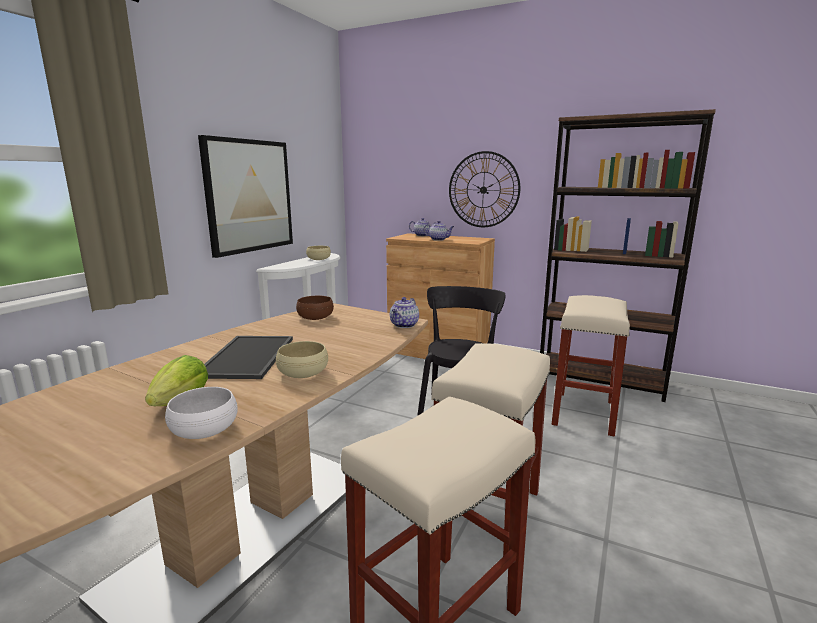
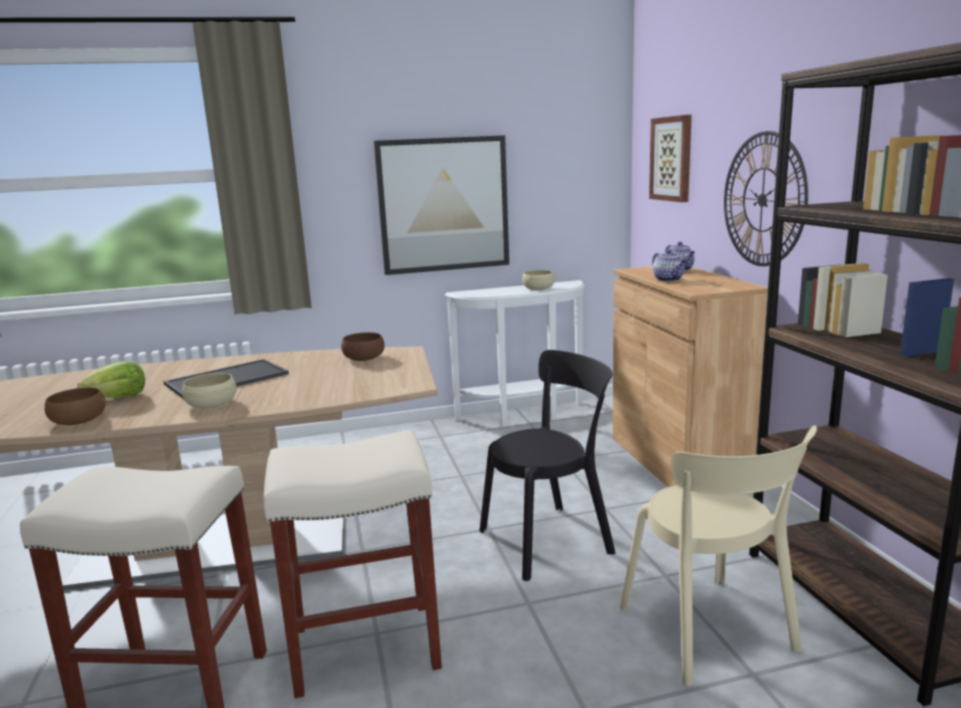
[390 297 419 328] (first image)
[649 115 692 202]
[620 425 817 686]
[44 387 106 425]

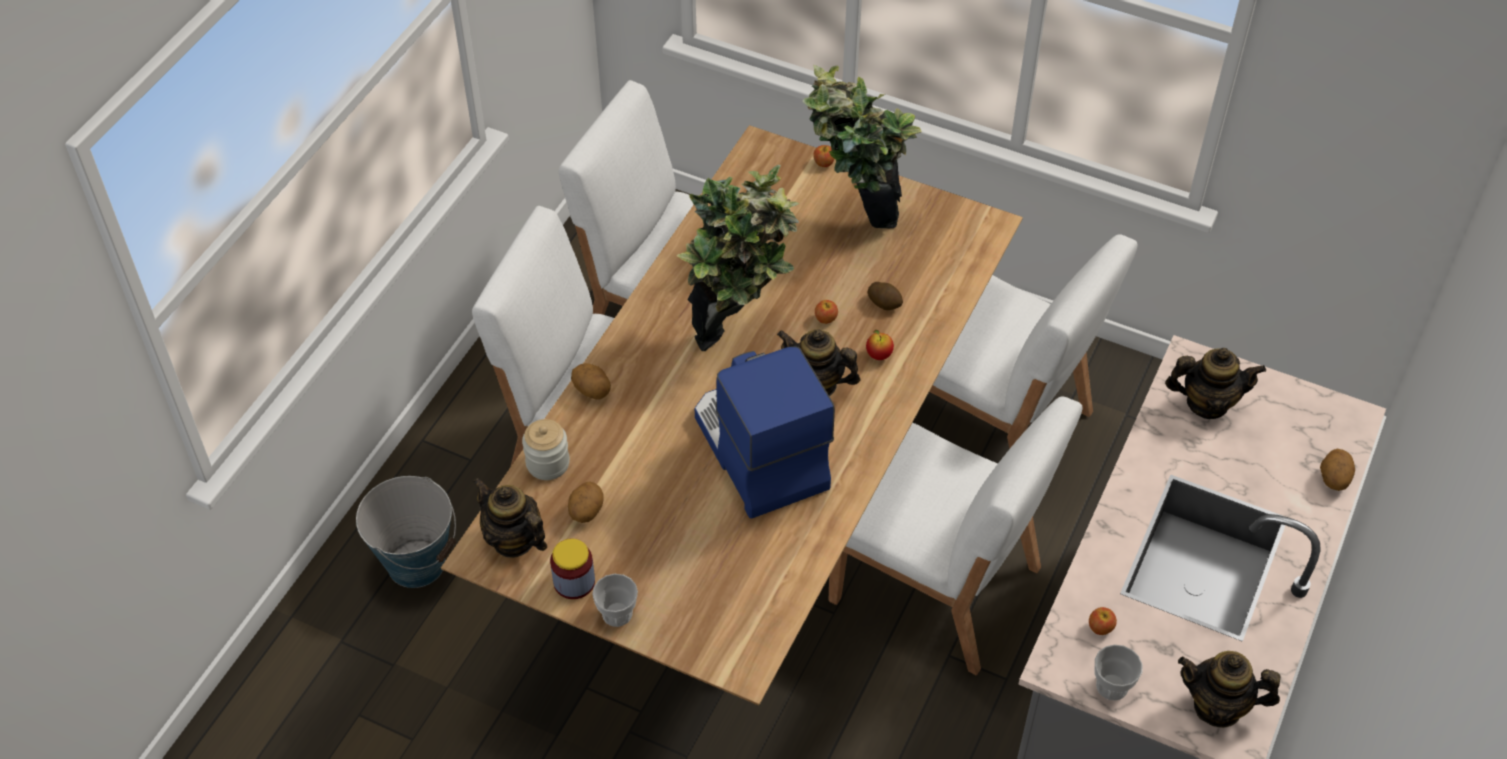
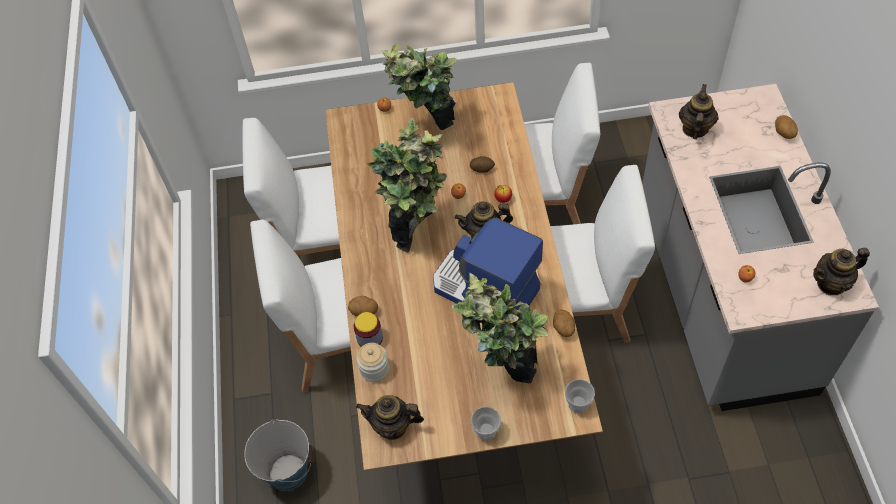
[452 273 548 383]
[354 312 383 347]
[553 310 575 337]
[565 379 595 413]
[679 84 719 139]

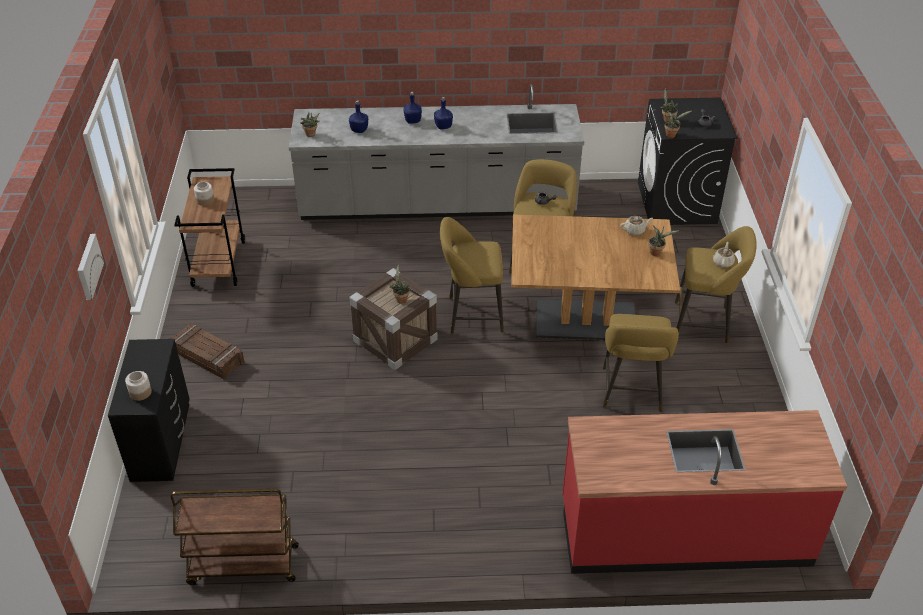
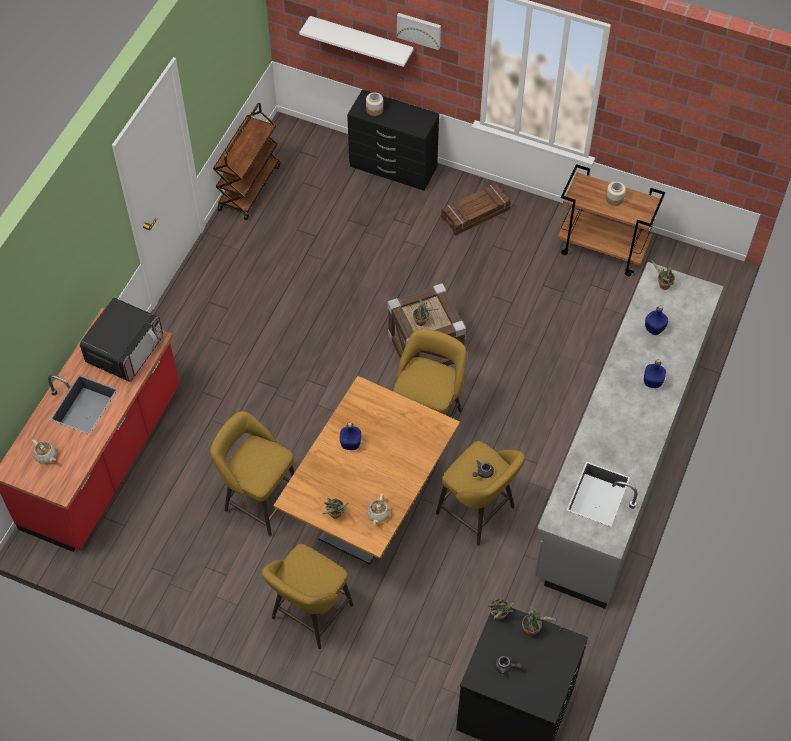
[80 298 163 382]
[299 16 414 67]
[340 422 361 450]
[32 439 56 464]

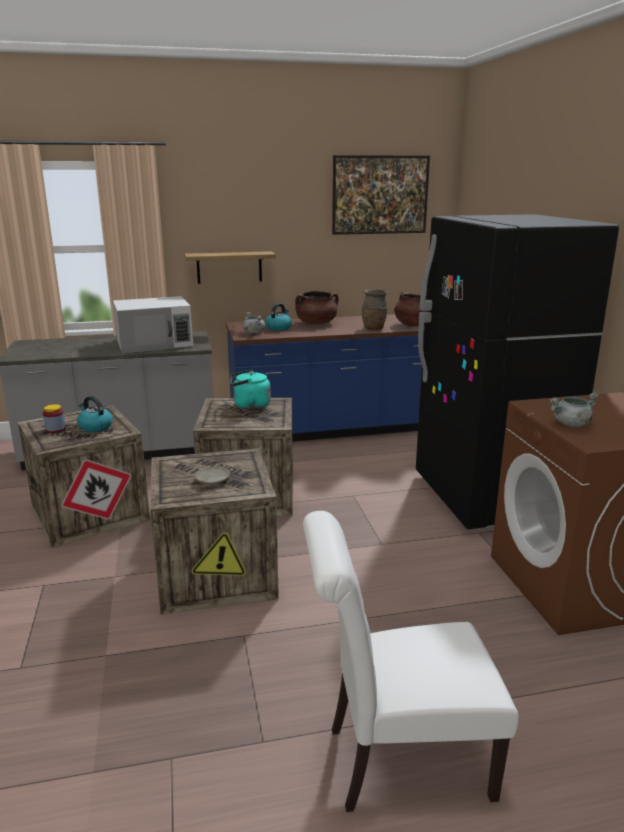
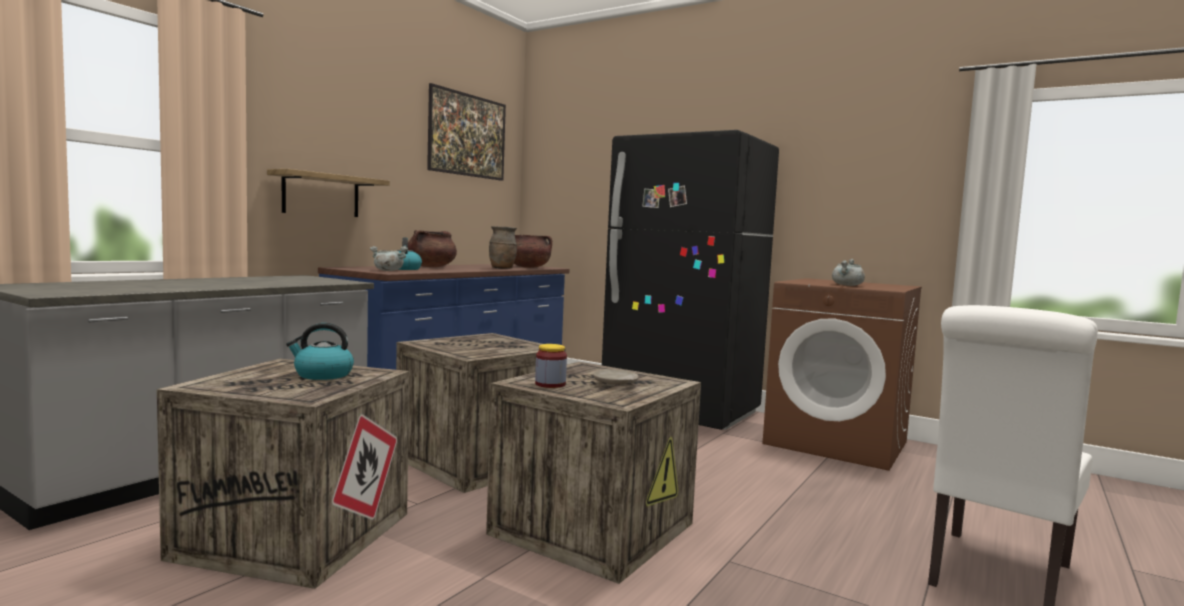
[113 296 193 353] (first image)
[230 369 271 410] (first image)
[535 344 567 388]

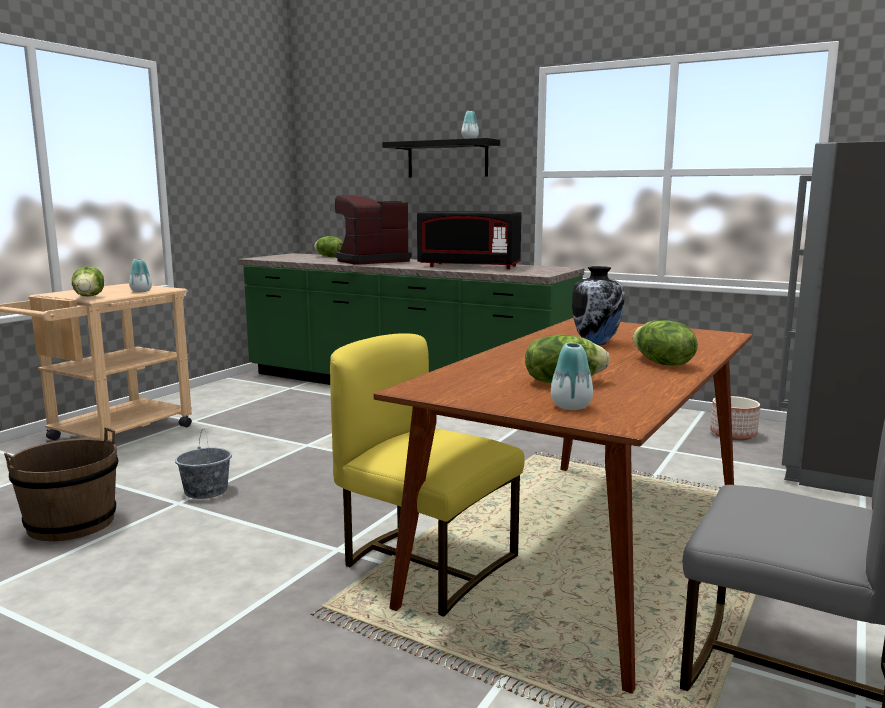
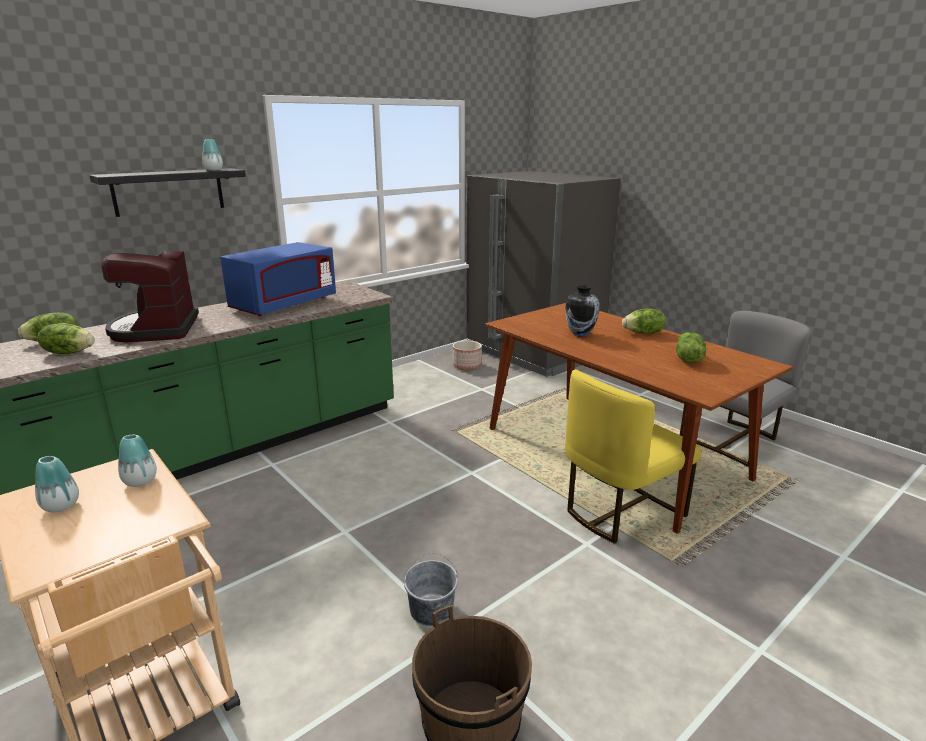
[37 323 95 354]
[35 456 79 512]
[220 242 336 316]

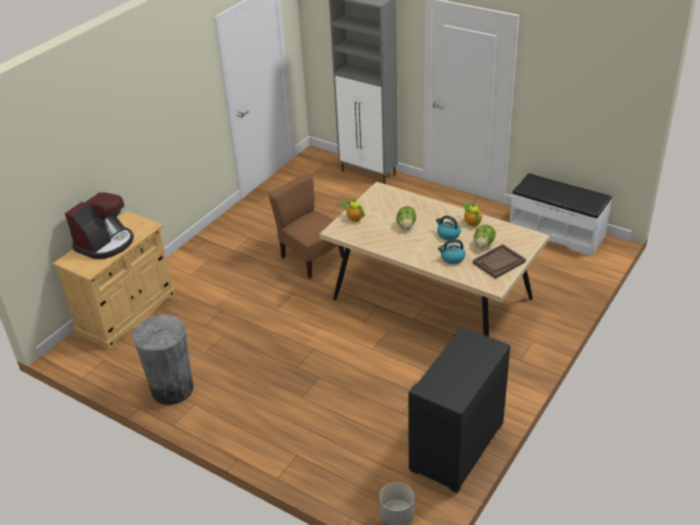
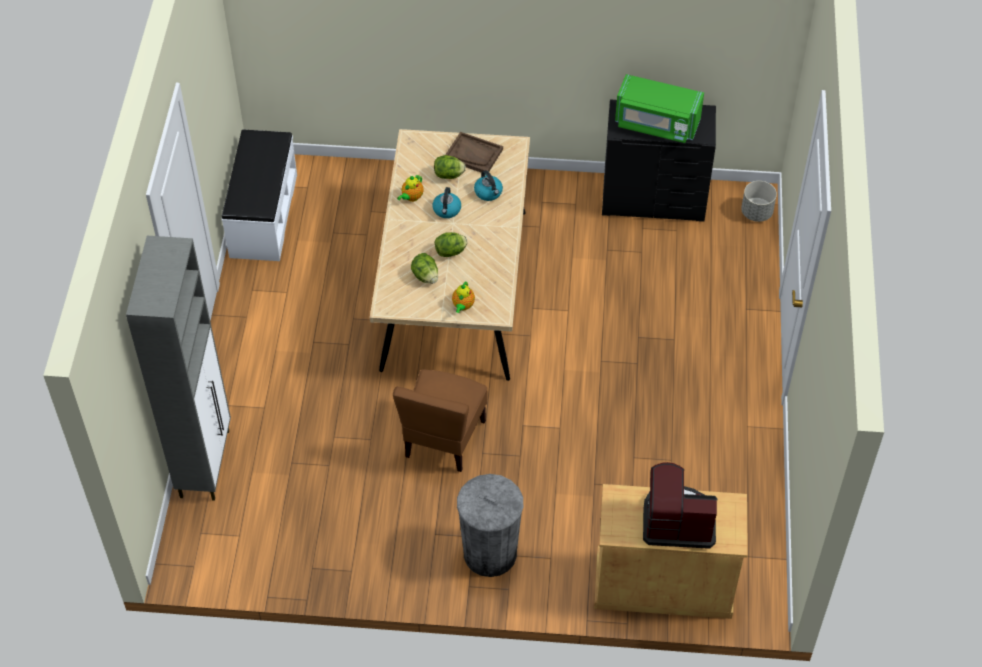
[411 253 438 284]
[615 74 704 143]
[457 474 523 577]

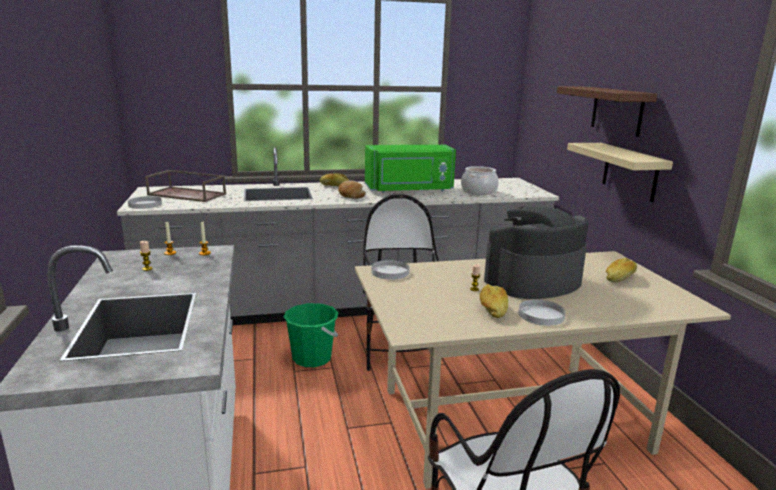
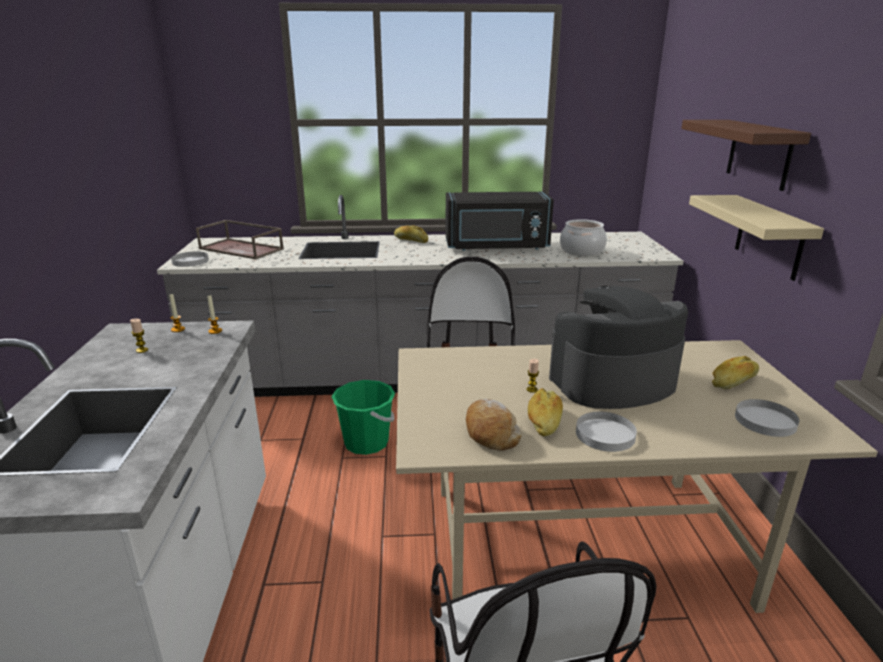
[466 399 522 451]
[735 399 799 437]
[446 192 554 251]

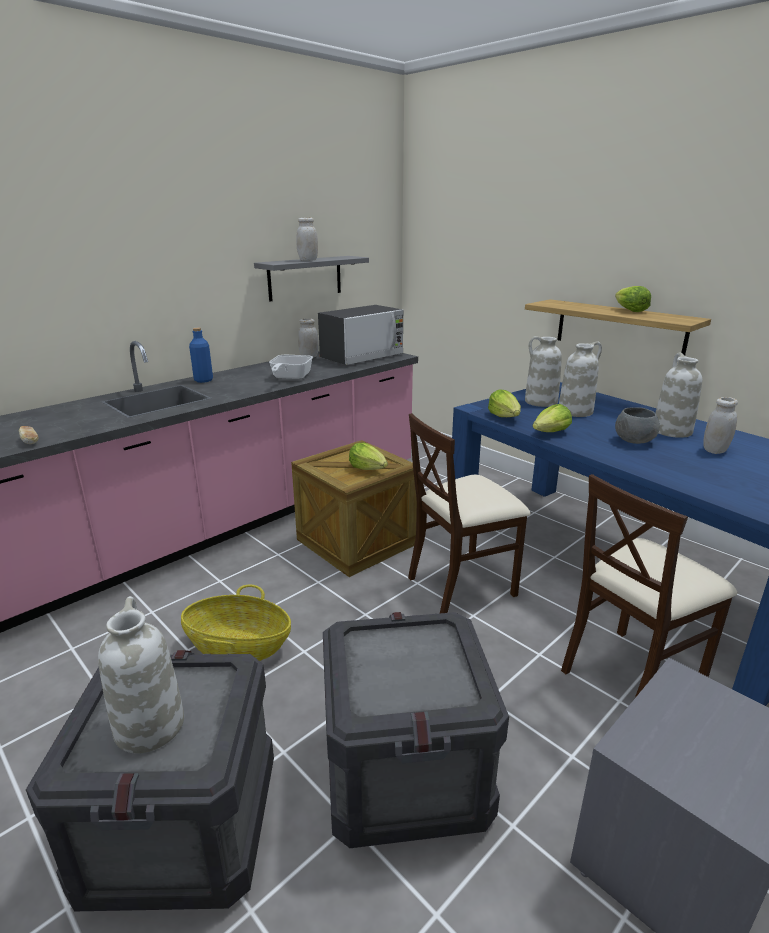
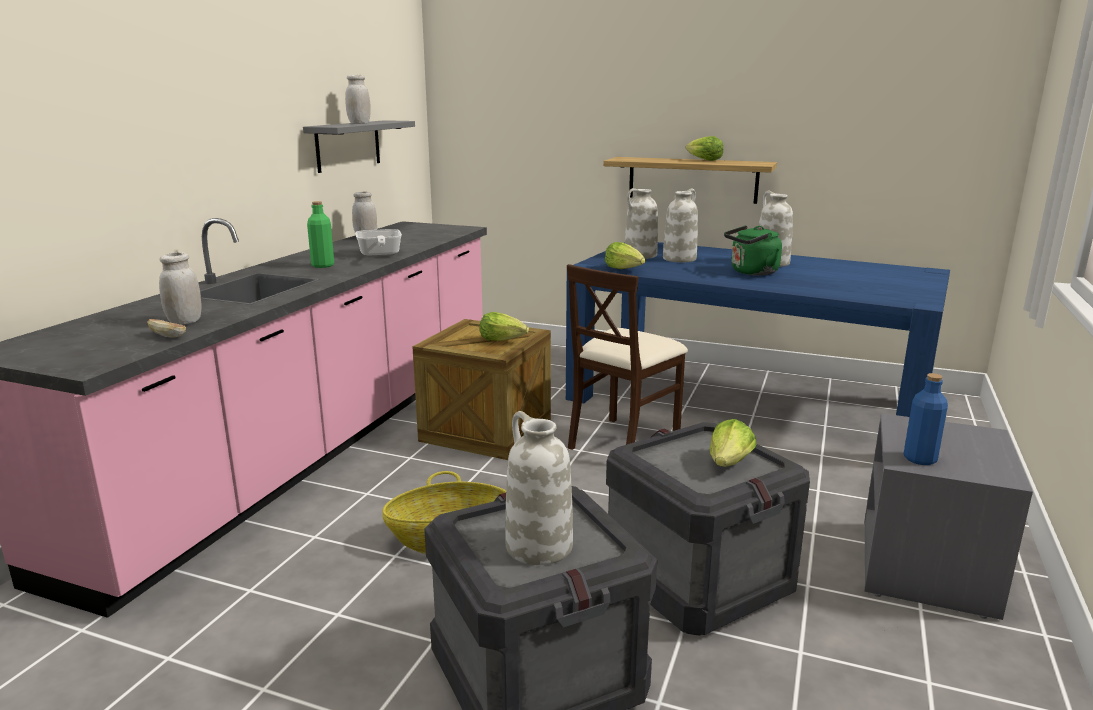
[318 305 403 365] (first image)
[561 474 737 698] (first image)
[307 201 334 268]
[903 373 948 465]
[710 419 757 467]
[159 252 202 325]
[724 225 782 276]

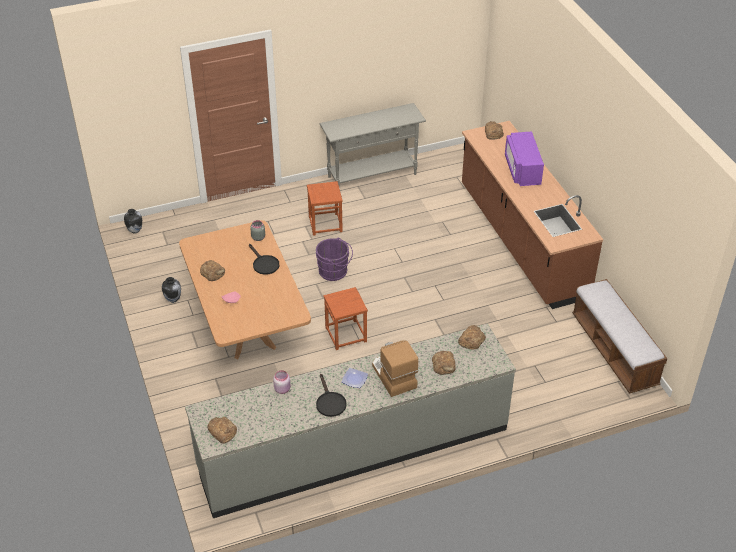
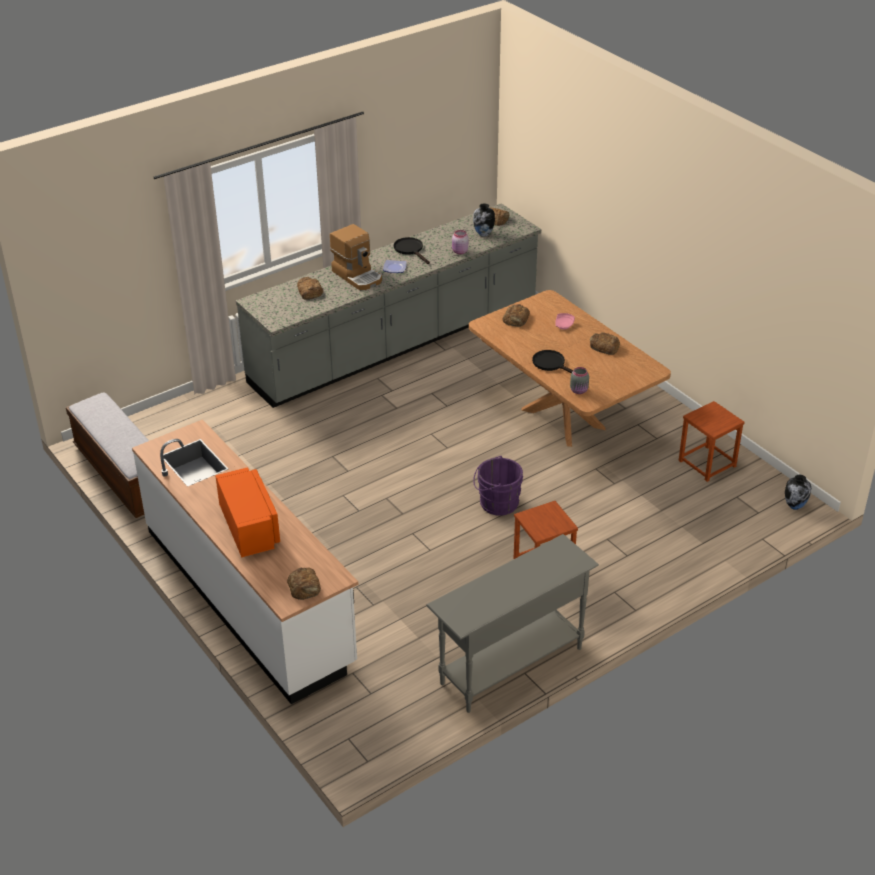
[473 203 495 237]
[679 401 745 482]
[502 304 530 327]
[132 419 358 704]
[215 467 280 557]

